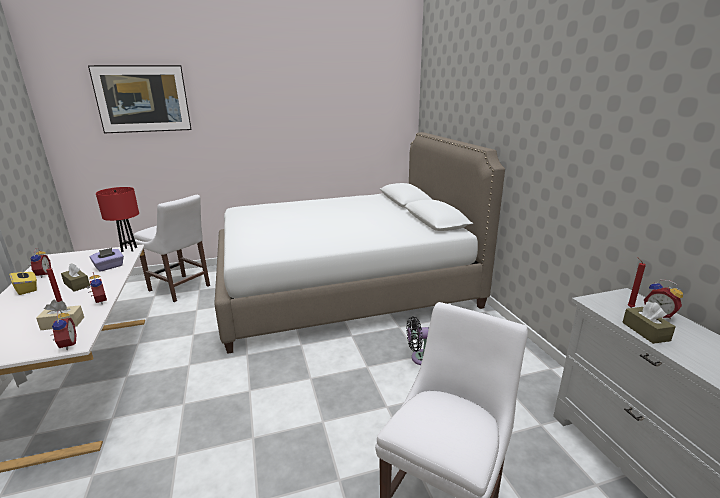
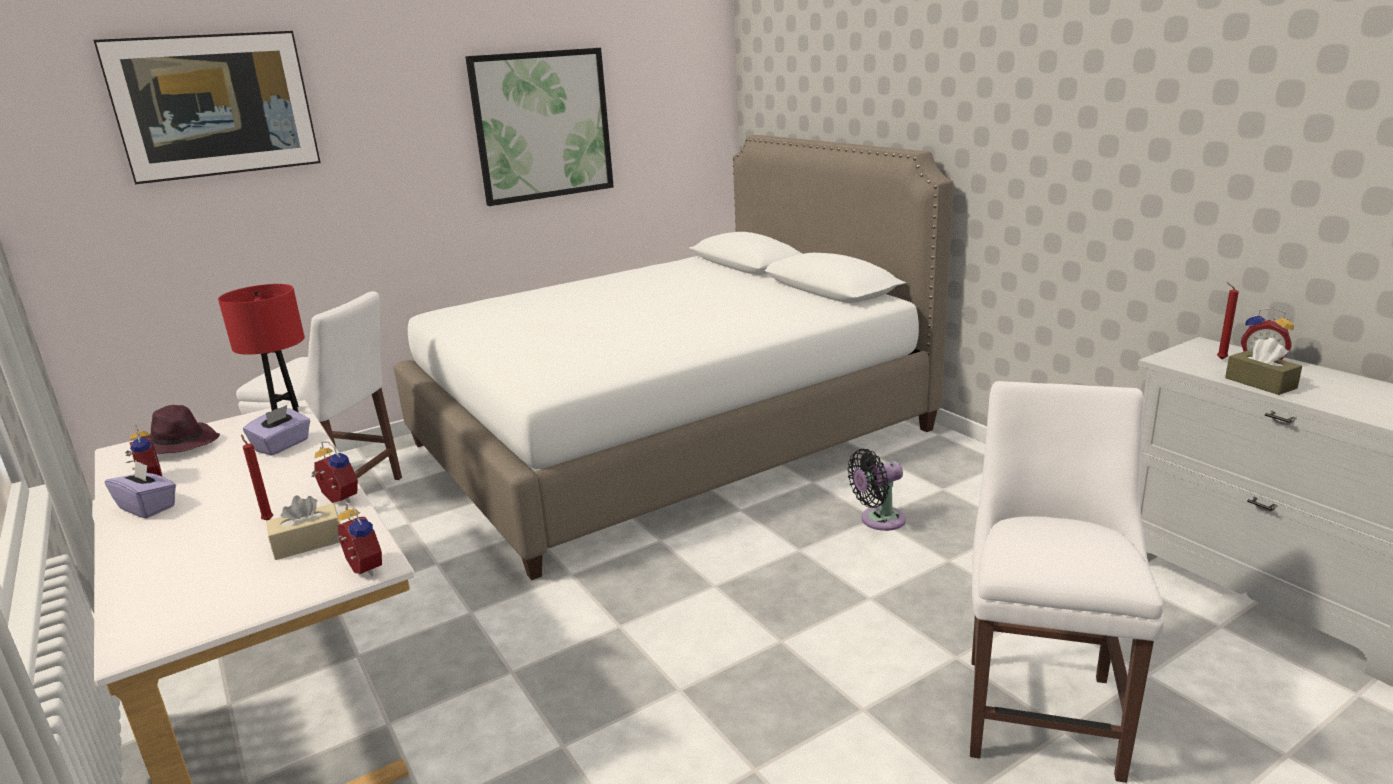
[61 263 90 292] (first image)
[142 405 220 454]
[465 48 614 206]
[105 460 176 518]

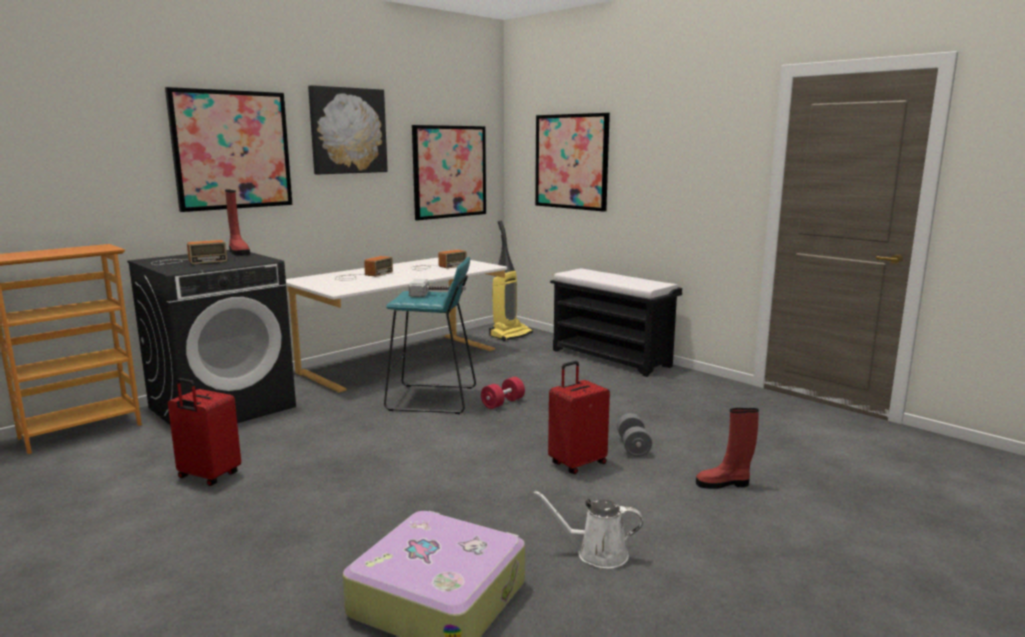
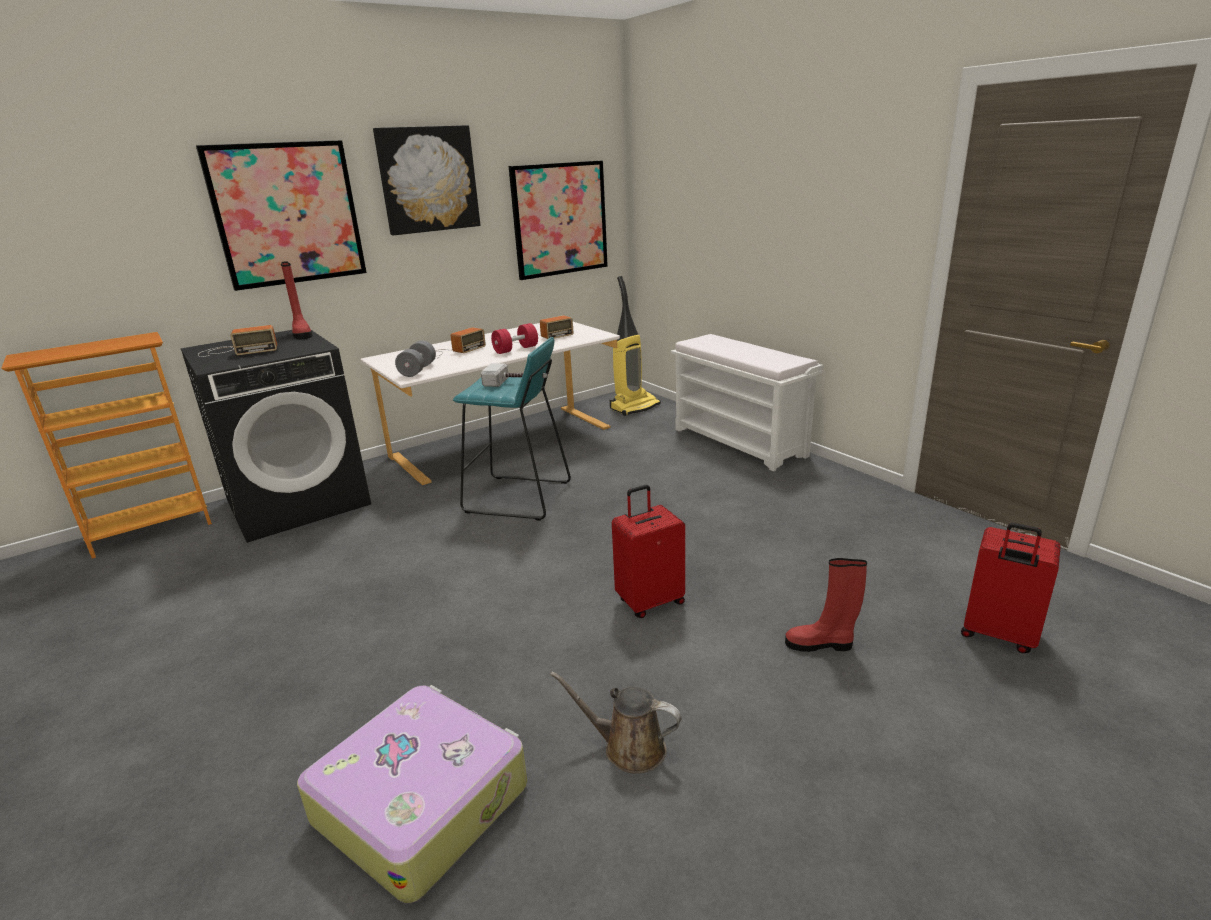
[535 113 610 212] (first image)
[961 523 1061 653]
[491 323 538 354]
[395 340 436 377]
[550 671 682 774]
[671 334 823 471]

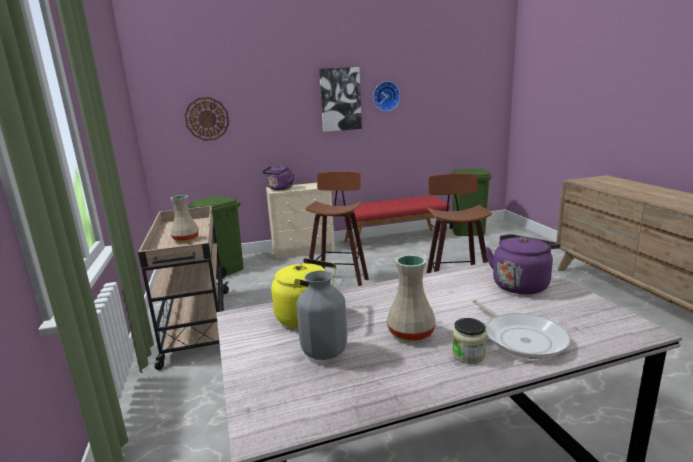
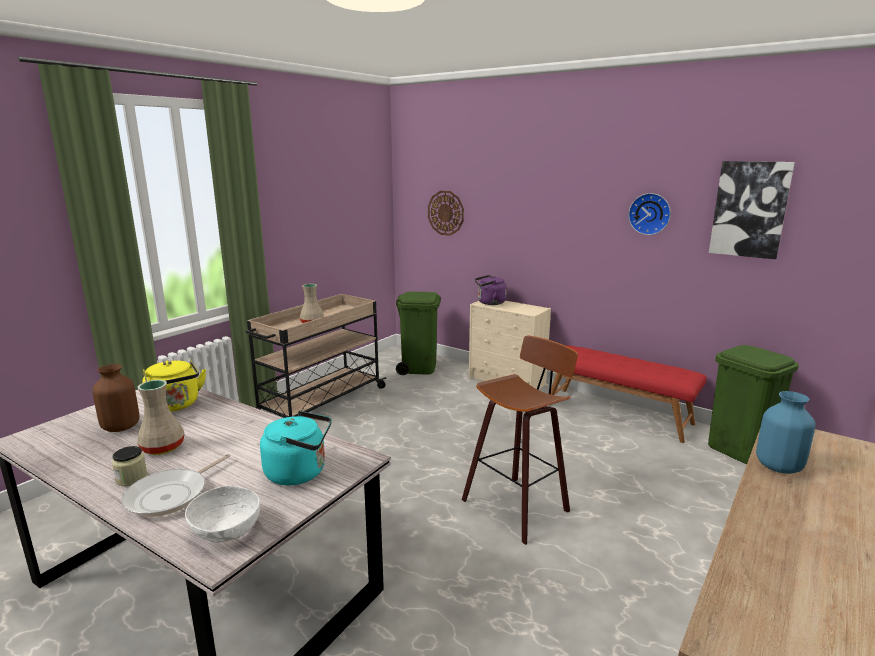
[306 171 369 286] (first image)
[185 486 260 543]
[756 391 816 474]
[709 161 795 259]
[92 364 139 432]
[260 411 332 486]

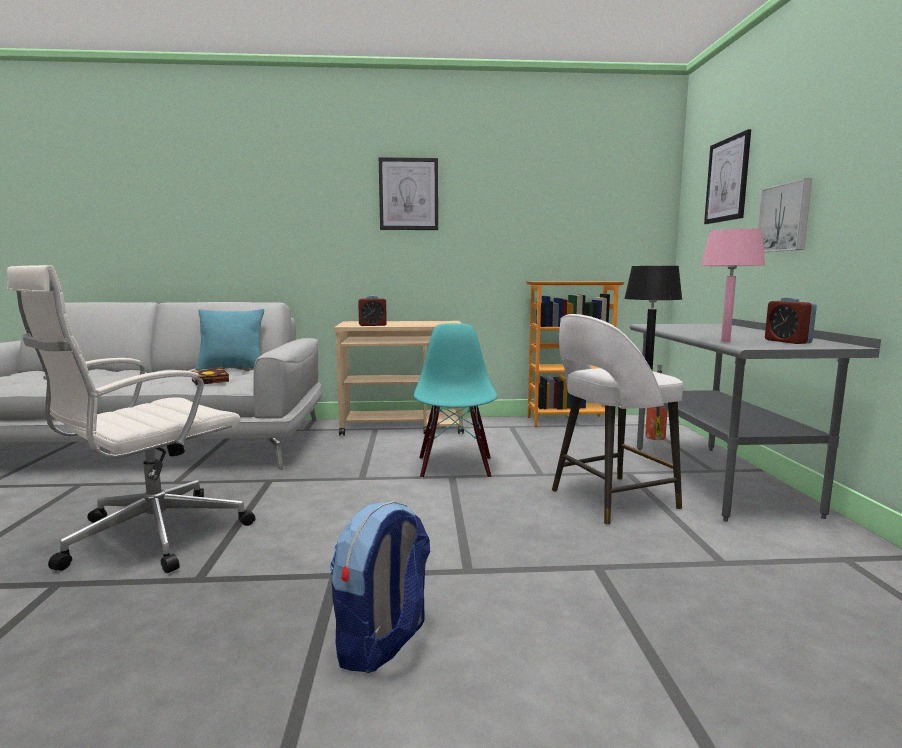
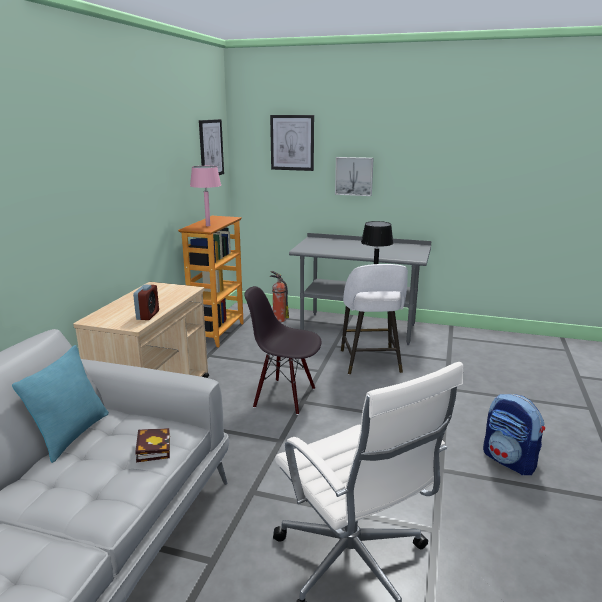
[765 297 817 344] (first image)
[199 119 224 175]
[190 166 221 226]
[244 286 322 415]

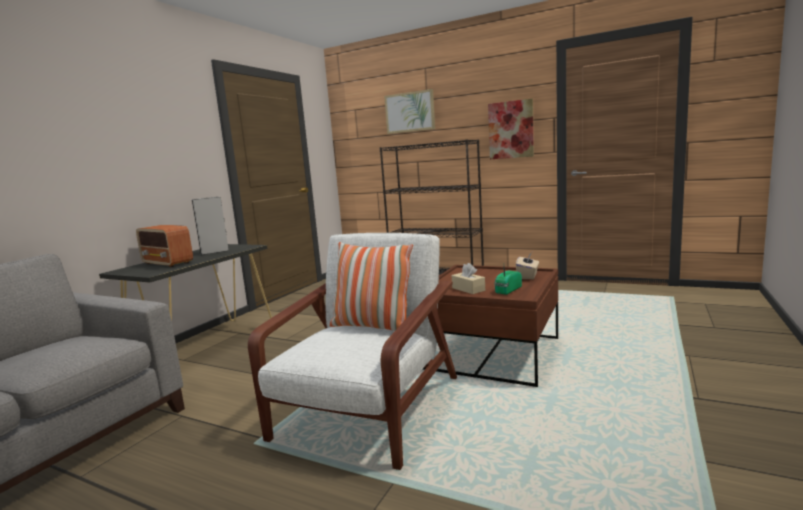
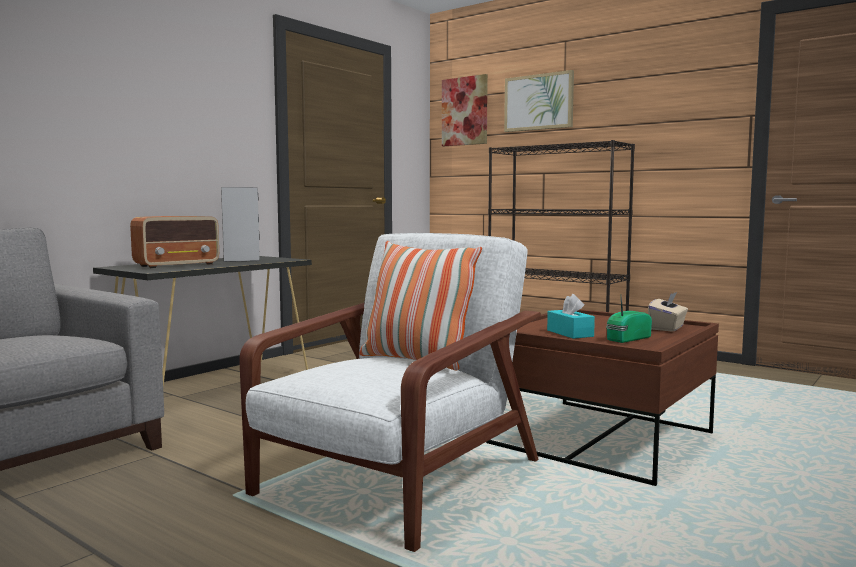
[442 74 488 146]
[547 294 595 339]
[130 216 219 268]

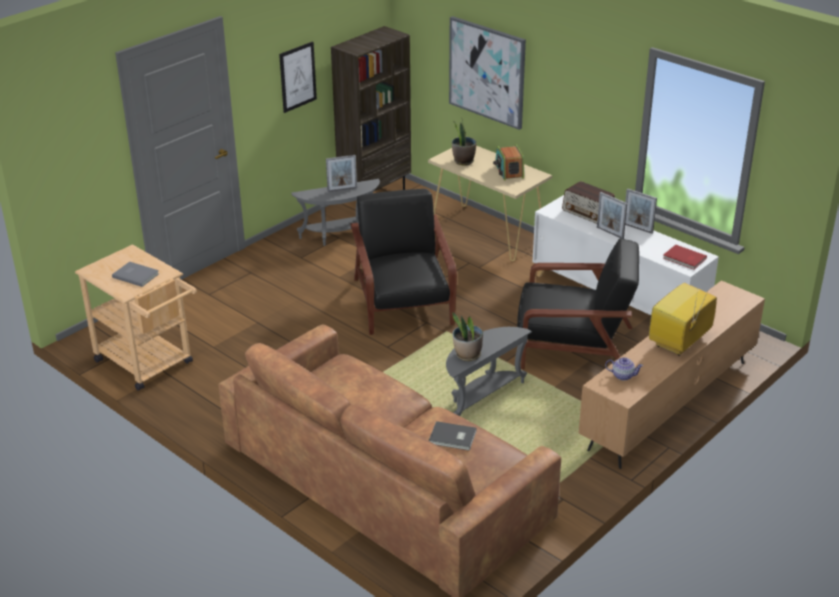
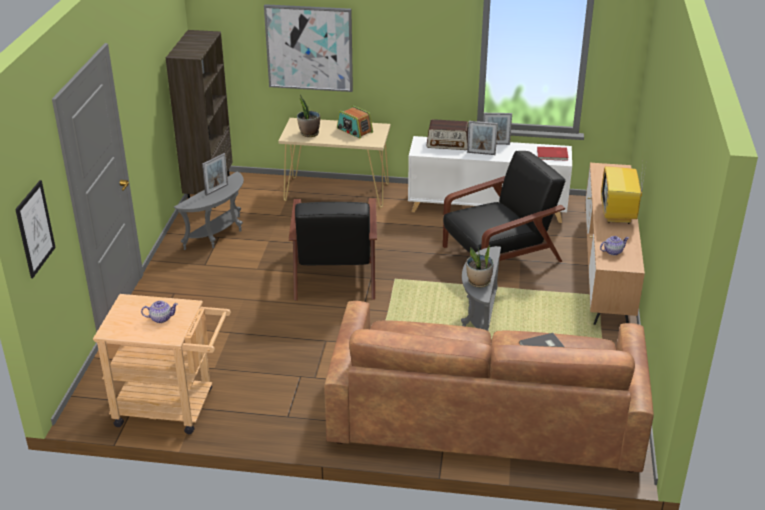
[15 180 56 278]
[141 301 178 323]
[289 198 377 301]

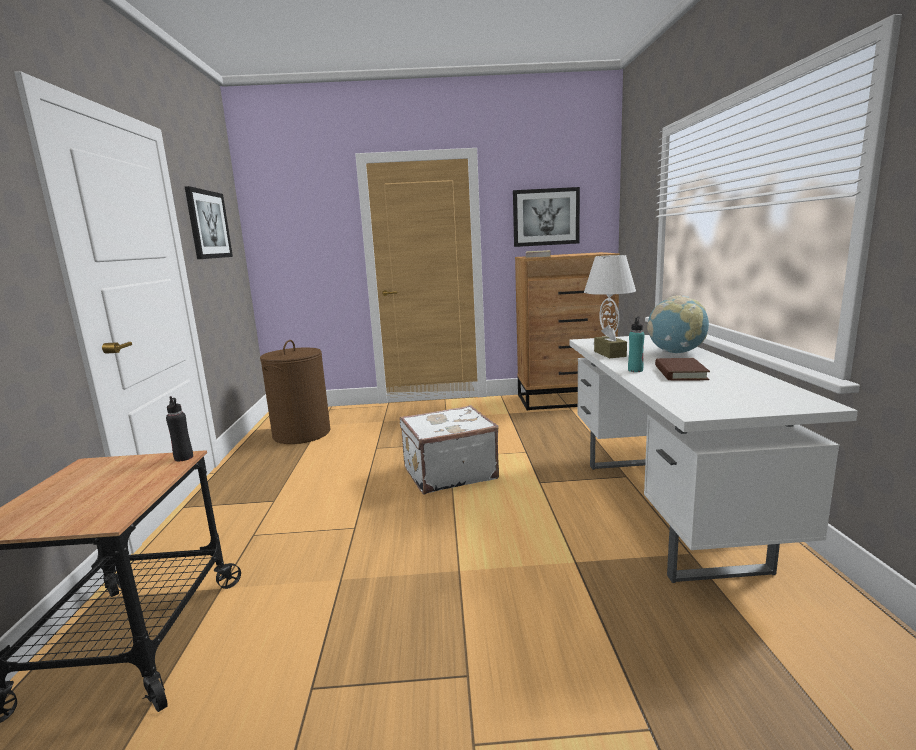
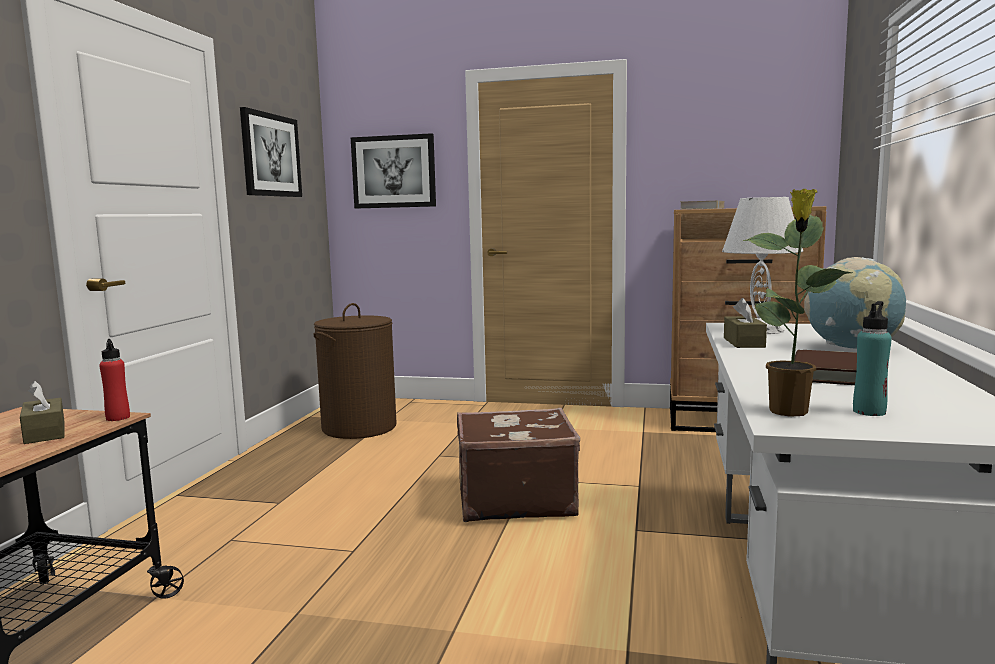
[20 381 65 444]
[743 189 852 417]
[351 133 436 209]
[853 301 892 416]
[100 339 130 421]
[457 408 580 522]

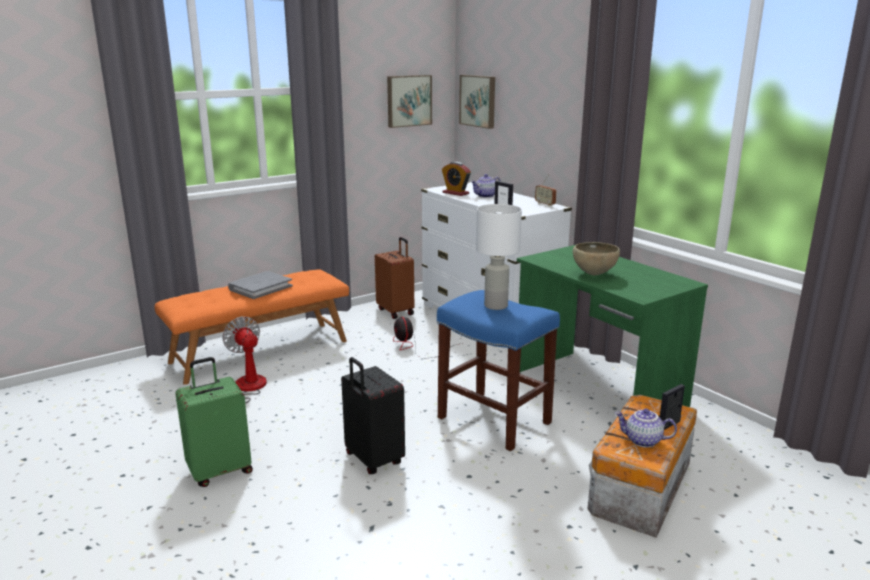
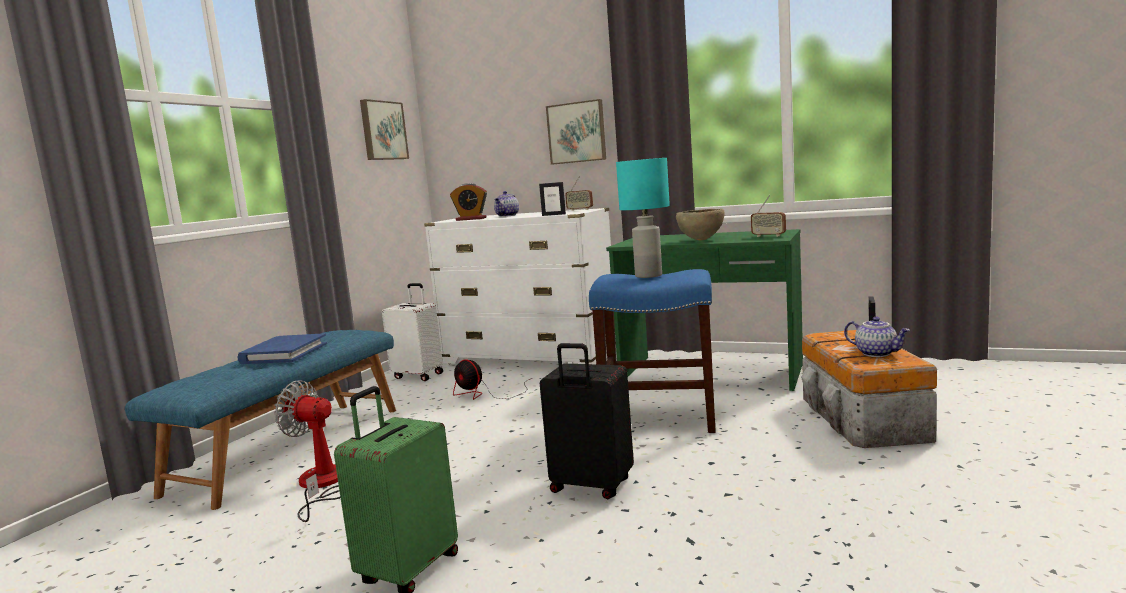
[751 195 786 237]
[546 99 606 165]
[125 330 396 510]
[237 333 327 364]
[382 283 443 381]
[616 158 670 278]
[844 317 910 357]

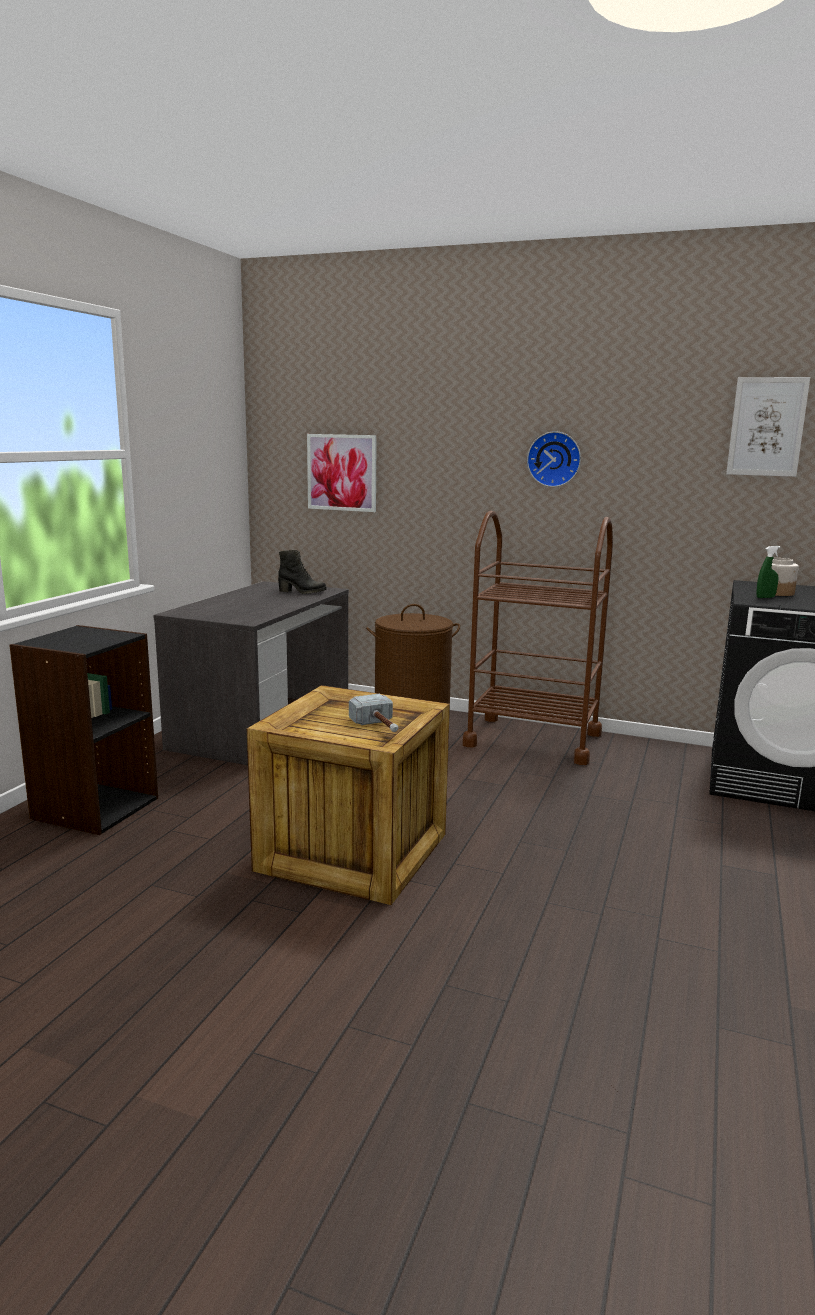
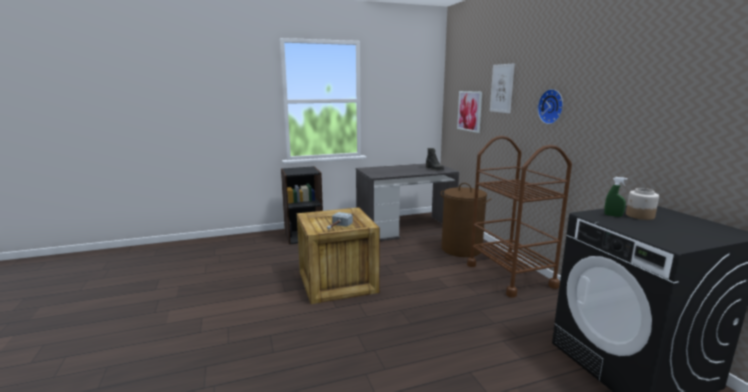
[490 63 515 113]

